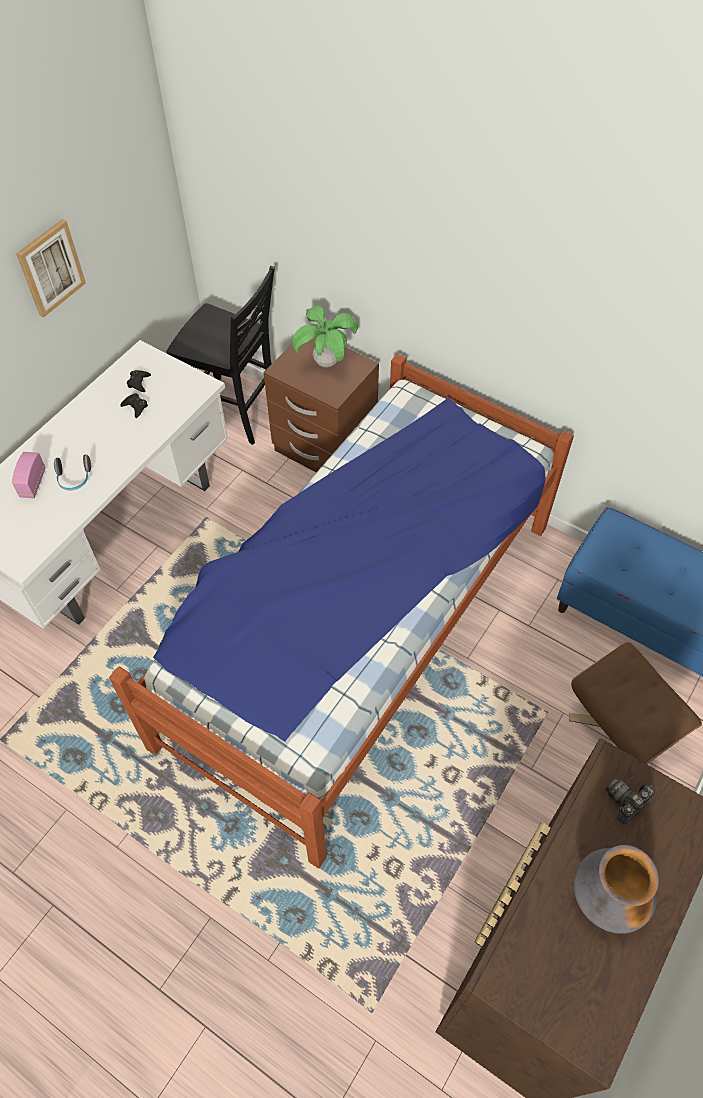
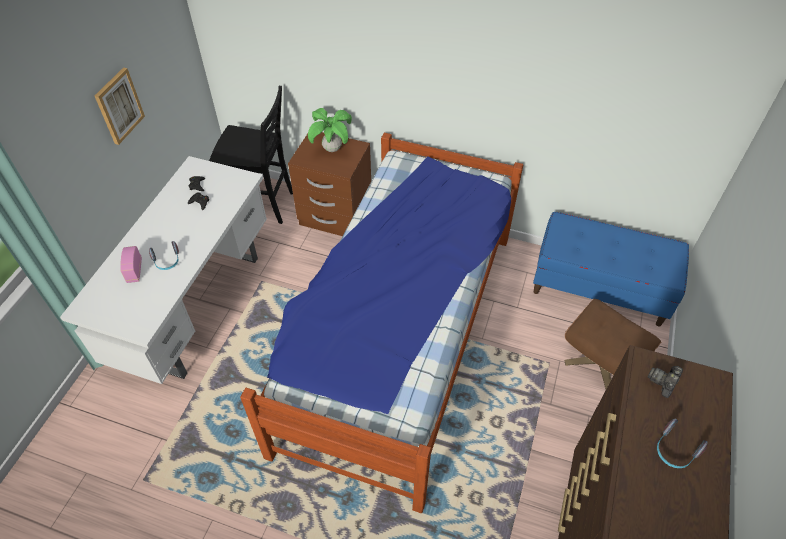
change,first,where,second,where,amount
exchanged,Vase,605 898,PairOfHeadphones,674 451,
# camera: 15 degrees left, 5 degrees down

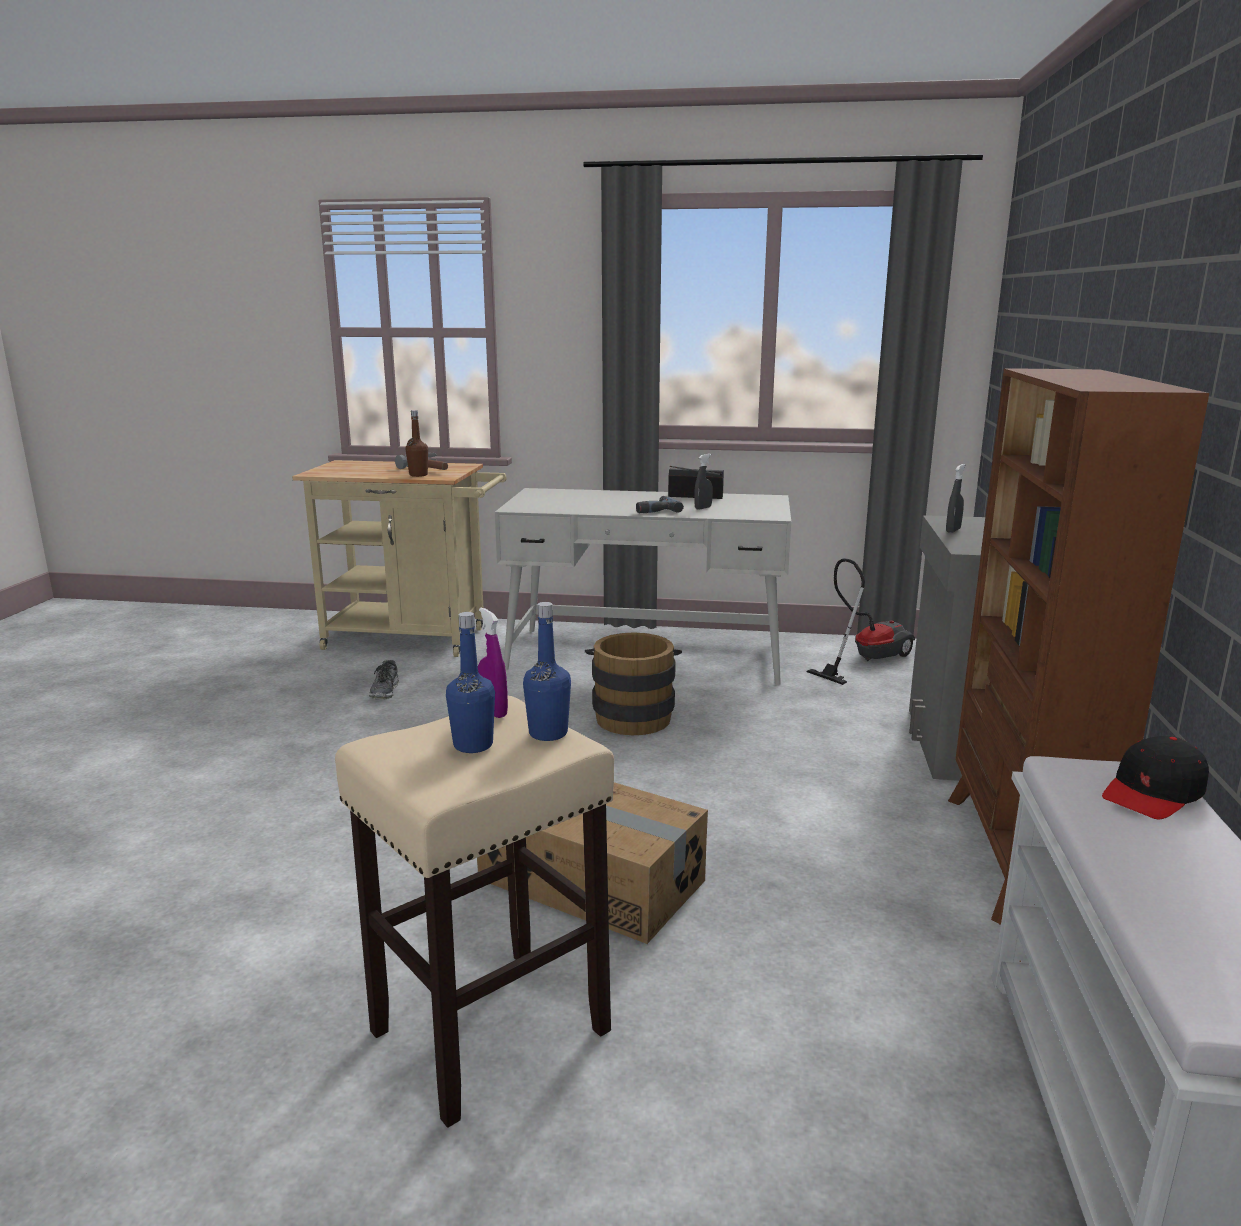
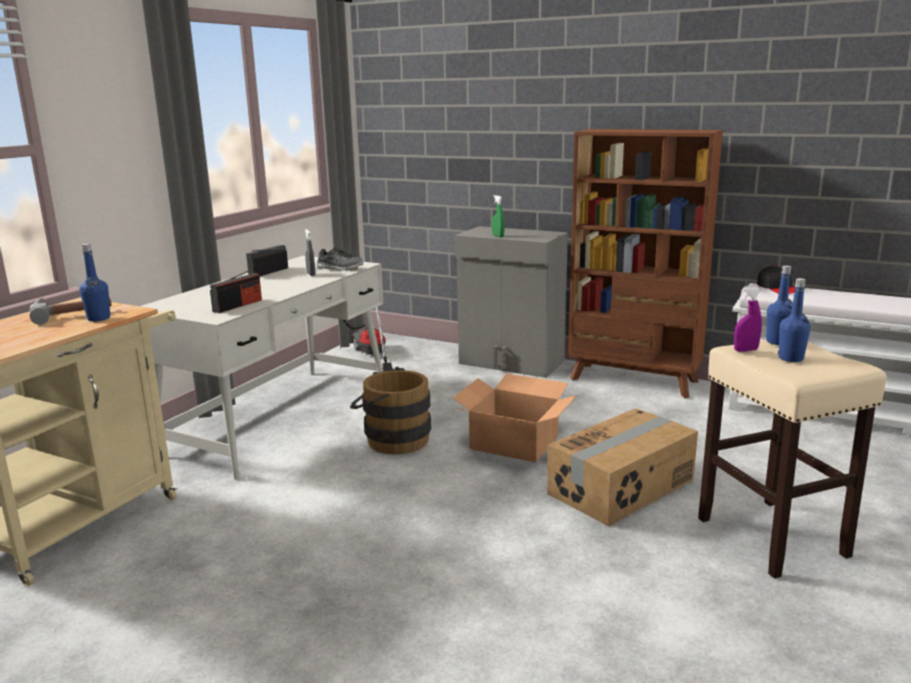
change,first,where,second,where,amount
missing,Drill,655 510,,,
appeared,,,RadioReceiver,238 305,
appeared,,,Carton,514 442,
relocated,LowShoe,385 691,,340 269,
colour,BrownBottle,418 475,BluishBottle,99 318,
colour,GraySprayBottle,953 530,GreenColouredSprayBottle,498 236,
# camera: 70 degrees left, 0 degrees up

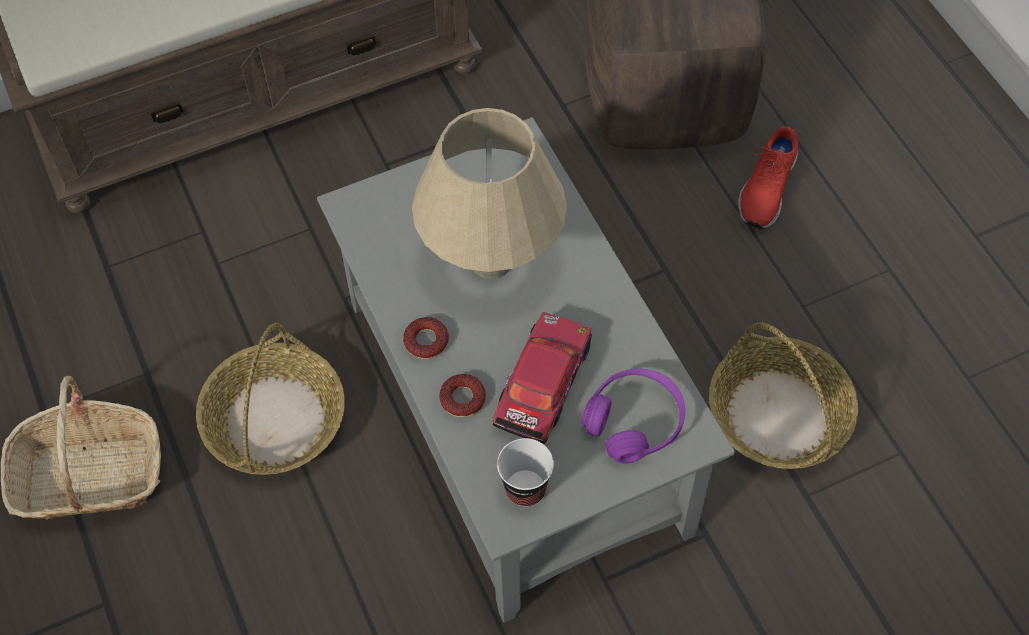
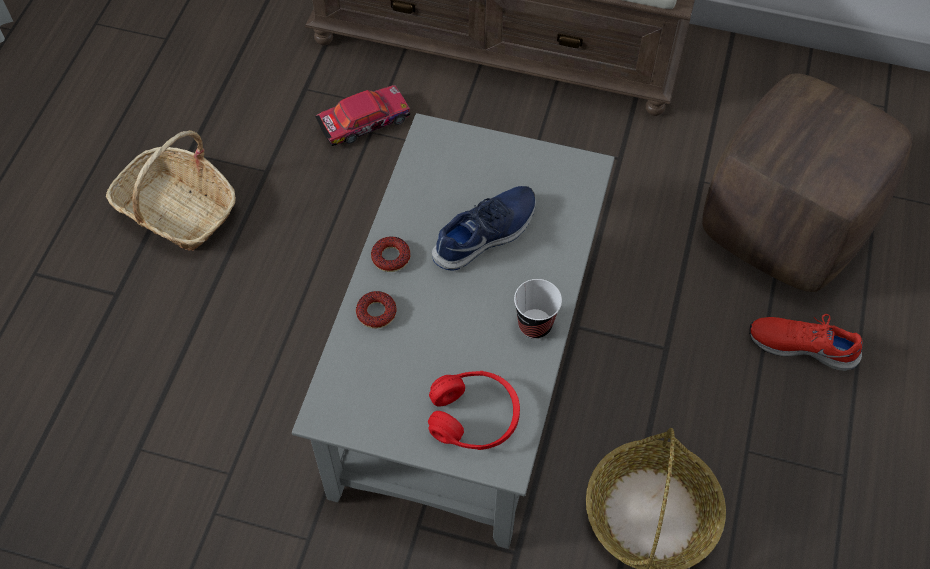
change,first,where,second,where,amount
missing,HouseholdBasket,275 419,,,
relocated,ModelCar,541 385,,363 122,
relocated,DrinkingCup,525 489,,535 325,
exchanged,BeigeTableLamp,491 260,BluishLowShoe,486 234,
colour,PurplishPairOfHeadphones,634 422,RedPairOfHeadphones,473 417,
spun,RedLowShoe,766 188,,802 345,45 degrees clockwise
# camera: 40 degrees right, 0 degrees up

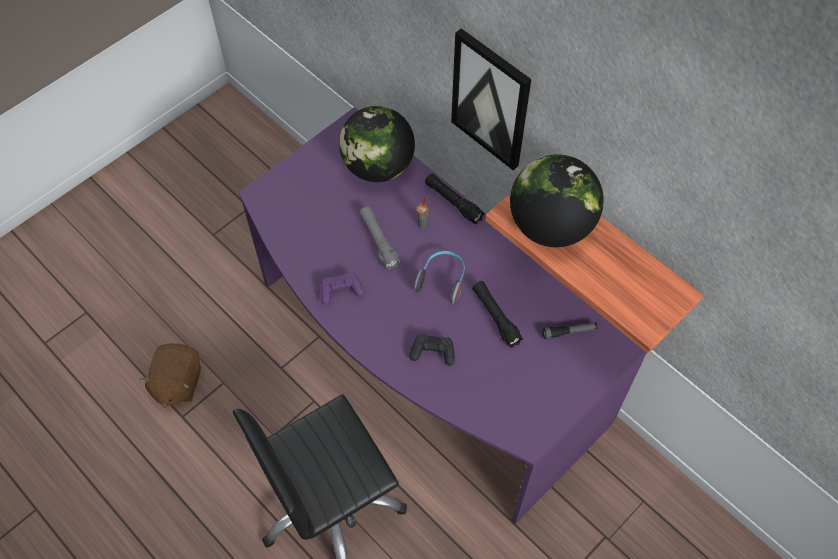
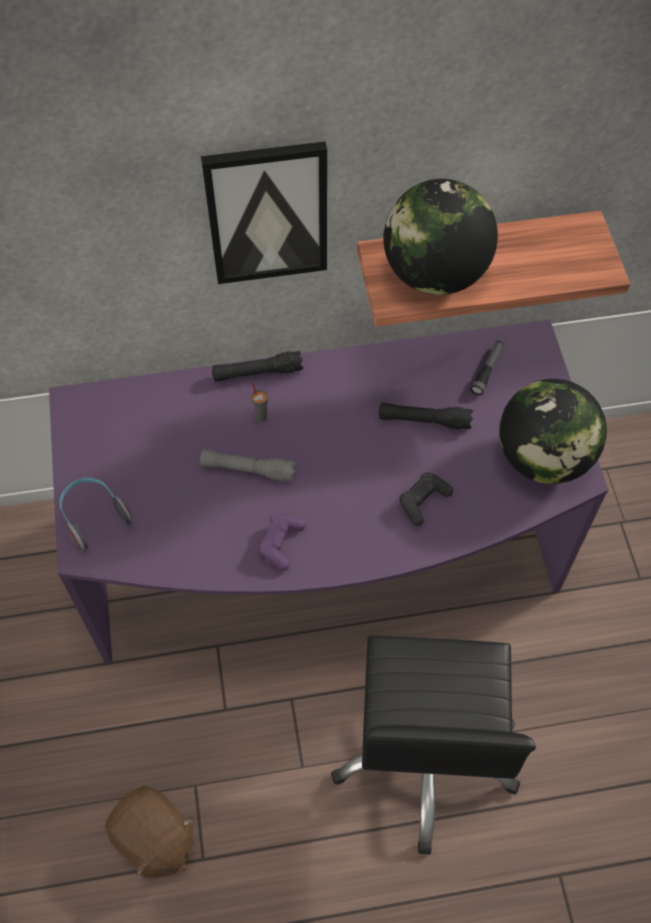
change,first,where,second,where,amount
relocated,Globe,378 167,,543 457,
relocated,PairOfHeadphones,442 280,,93 515,
# camera: 55 degrees left, 0 degrees up

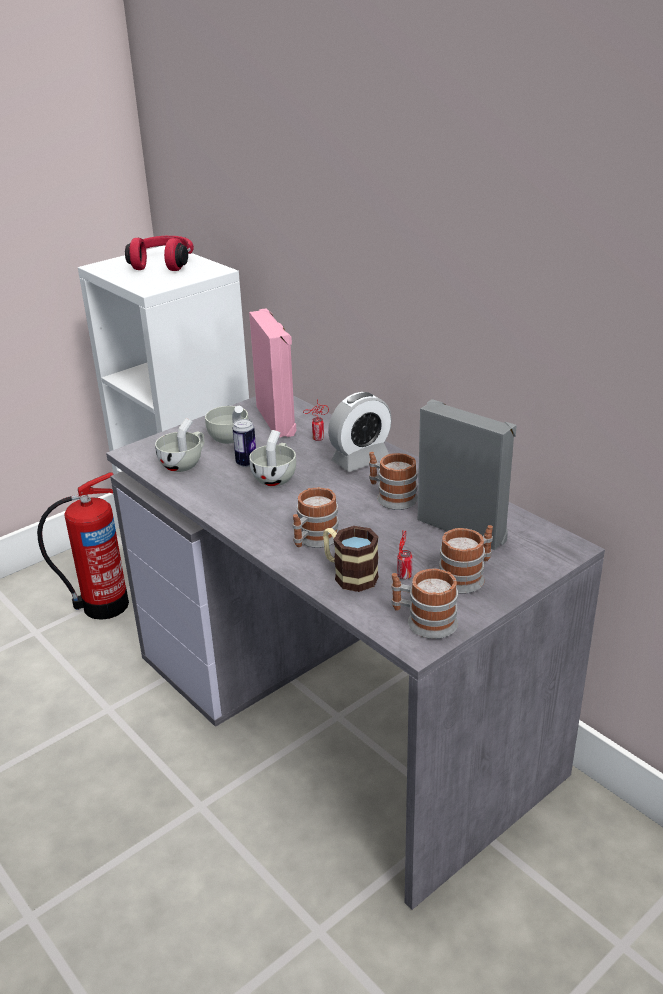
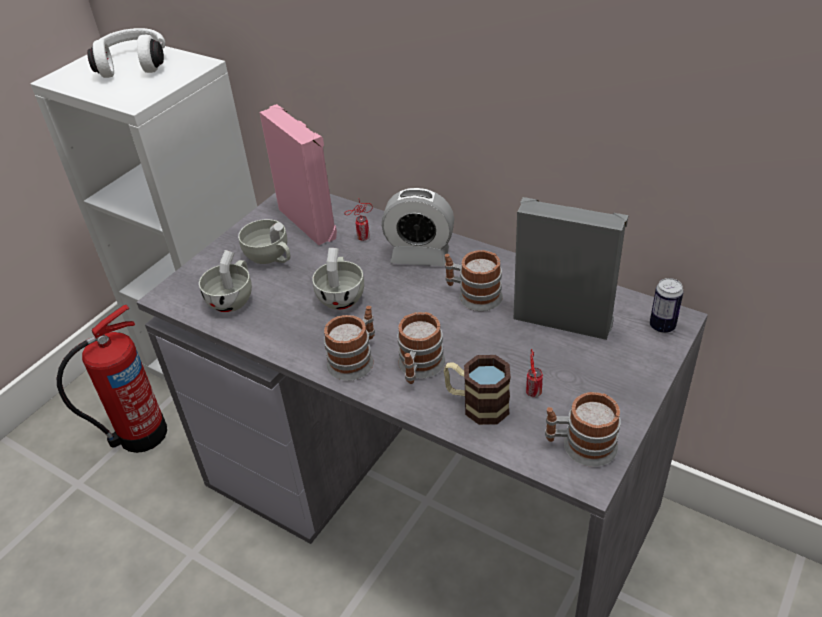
change,first,where,second,where,amount
relocated,SealedCan,246 463,,662 326,
relocated,CoffeeMug,466 576,,355 359,
colour,RedPairOfHeadphones,163 264,WhitePairOfHeadphones,133 64,
spun,TableClock,360 460,,420 256,60 degrees clockwise
# camera: 15 degrees left, 10 degrees up

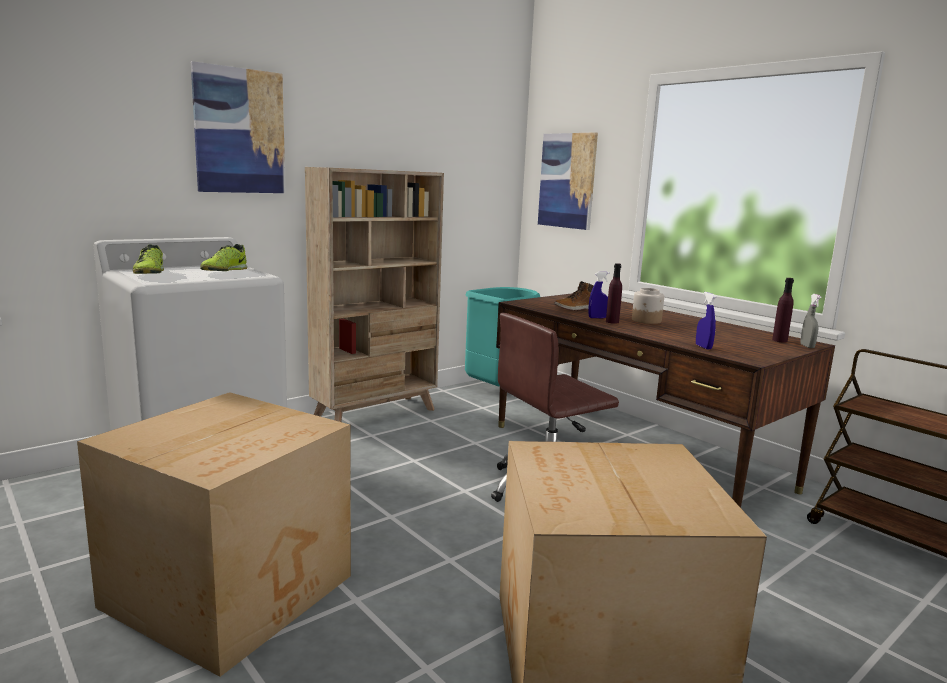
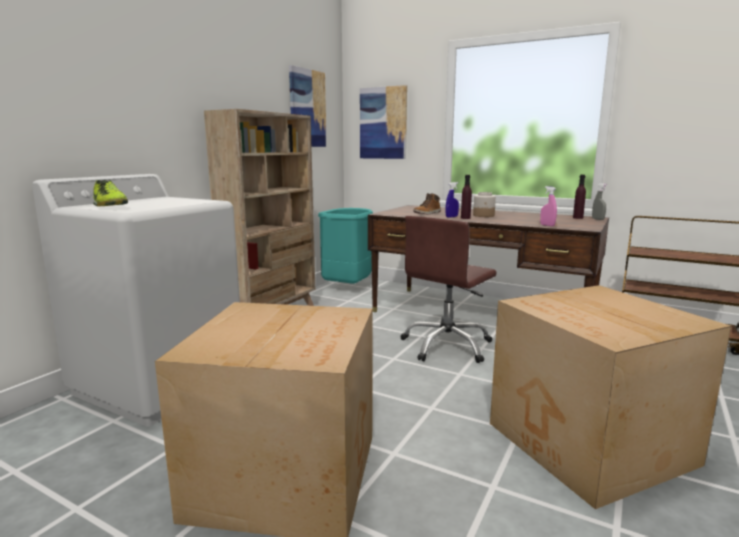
change,first,where,second,where,amount
missing,LowShoe,224 271,,,
relocated,WallPicture,239 131,,307 108,
colour,BluishSprayBottle,703 347,PinkishSprayBottle,547 225,
# camera: 20 degrees left, 0 degrees up

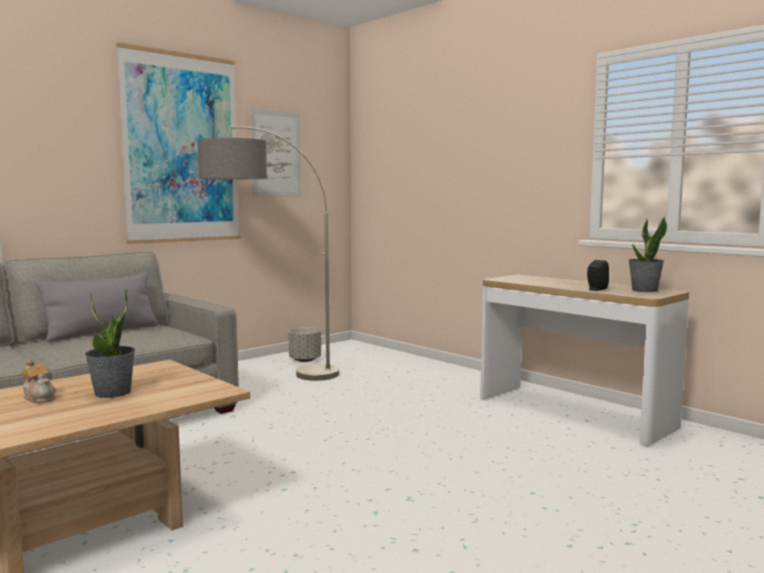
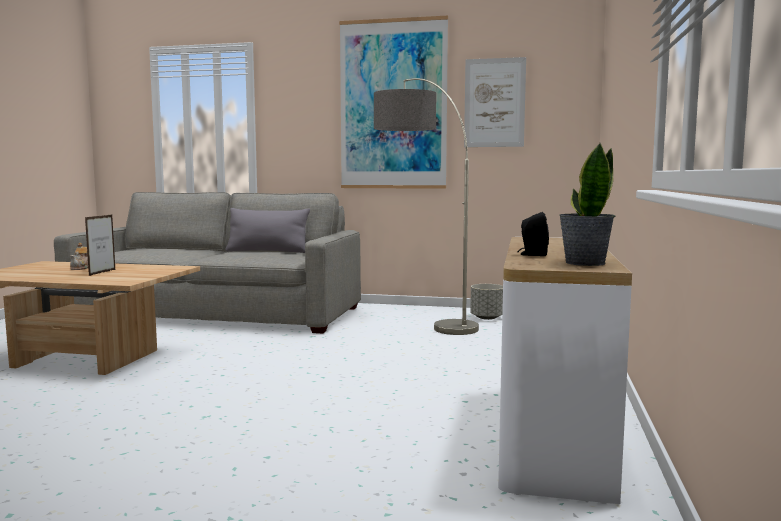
change,first,where,second,where,amount
exchanged,PlantInAPot,113 393,PhotoFrame,102 272,
# camera: 55 degrees right, 0 degrees up

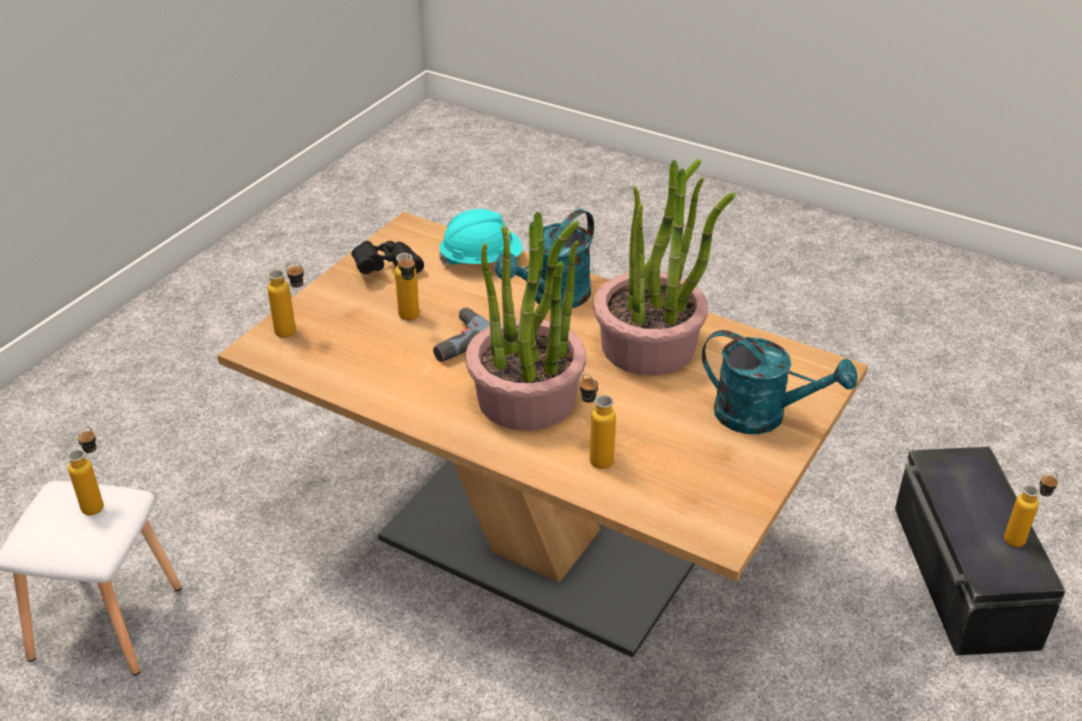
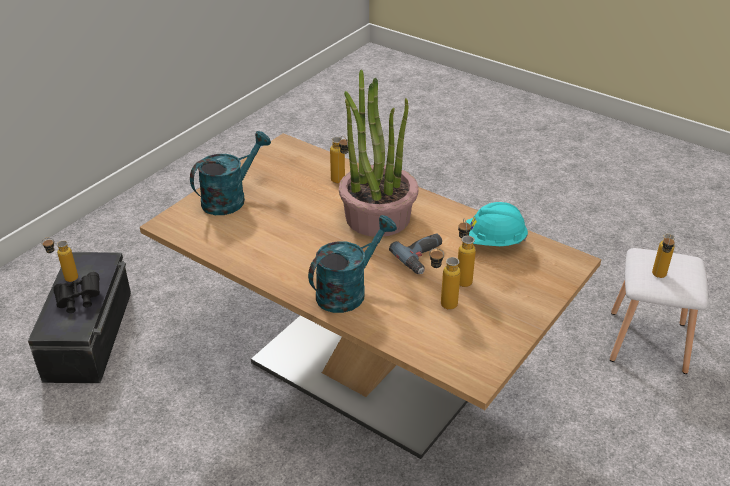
change,first,where,second,where,amount
missing,PlantInAPot,649 346,,,
relocated,Bottle,294 333,,441 303,
relocated,BlackColouredFieldGlasses,386 268,,79 300,
relocated,TurquoiseColouredSafetyHelmet,481 260,,493 242,
spun,TurquoiseColouredWateringPot,763 416,,230 198,105 degrees clockwise
# camera: 175 degrees left, 0 degrees up

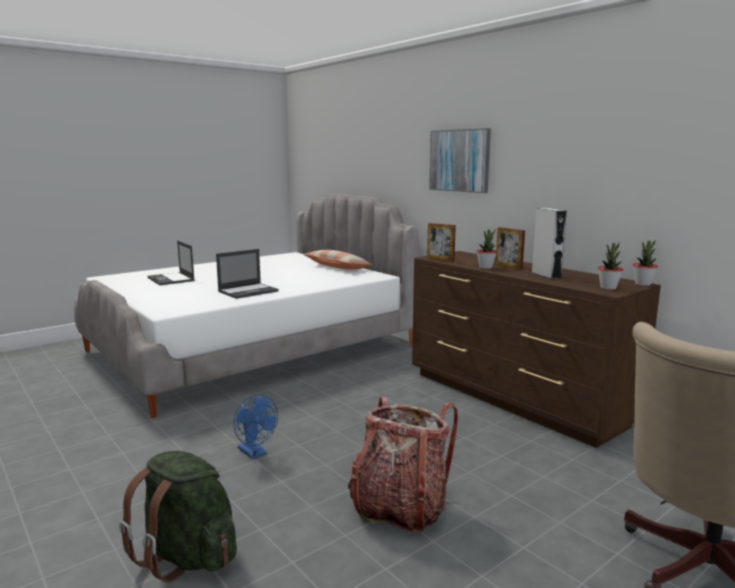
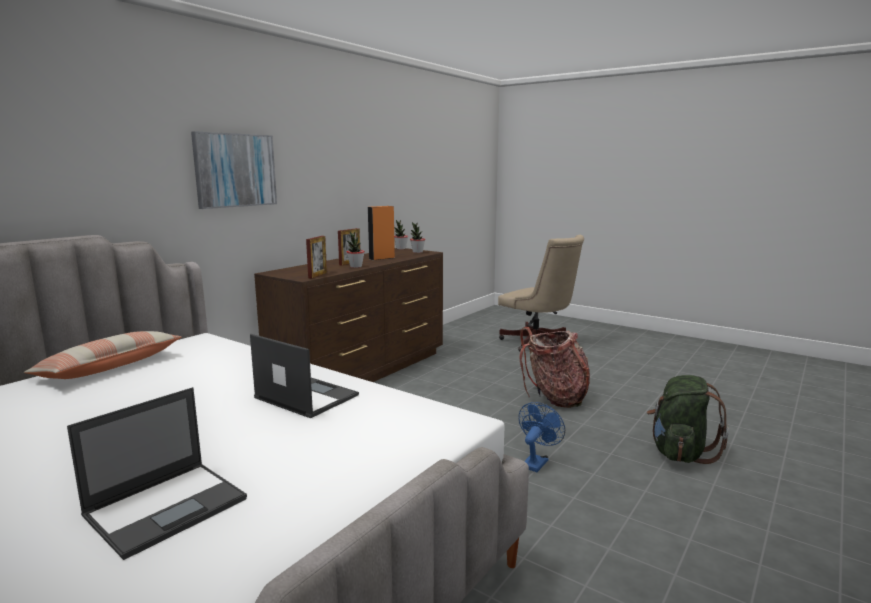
change,first,where,second,where,amount
colour,GrayLoudspeaker,546 275,OrangeColouredLoudspeaker,382 258,
# camera: 105 degrees left, 0 degrees up

